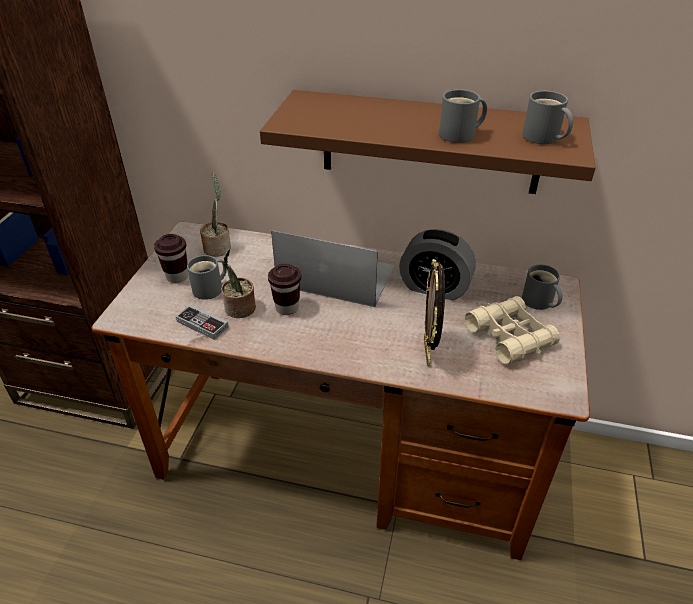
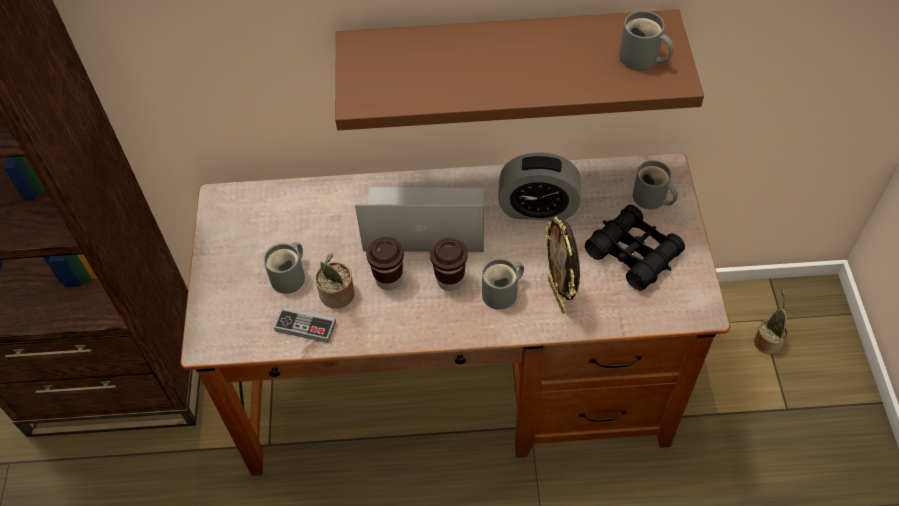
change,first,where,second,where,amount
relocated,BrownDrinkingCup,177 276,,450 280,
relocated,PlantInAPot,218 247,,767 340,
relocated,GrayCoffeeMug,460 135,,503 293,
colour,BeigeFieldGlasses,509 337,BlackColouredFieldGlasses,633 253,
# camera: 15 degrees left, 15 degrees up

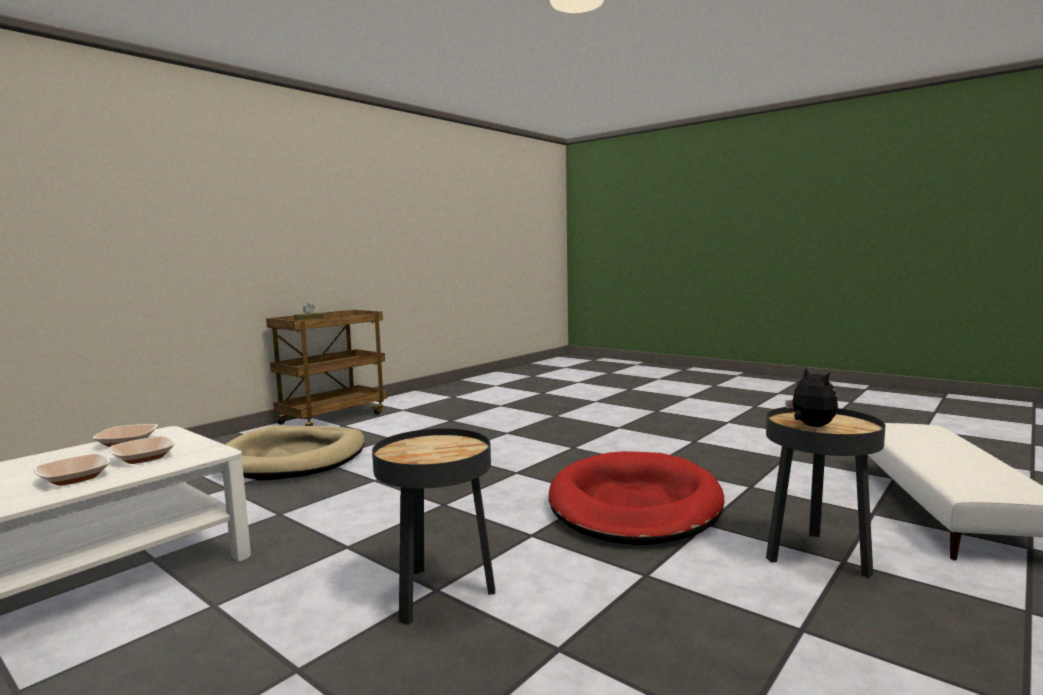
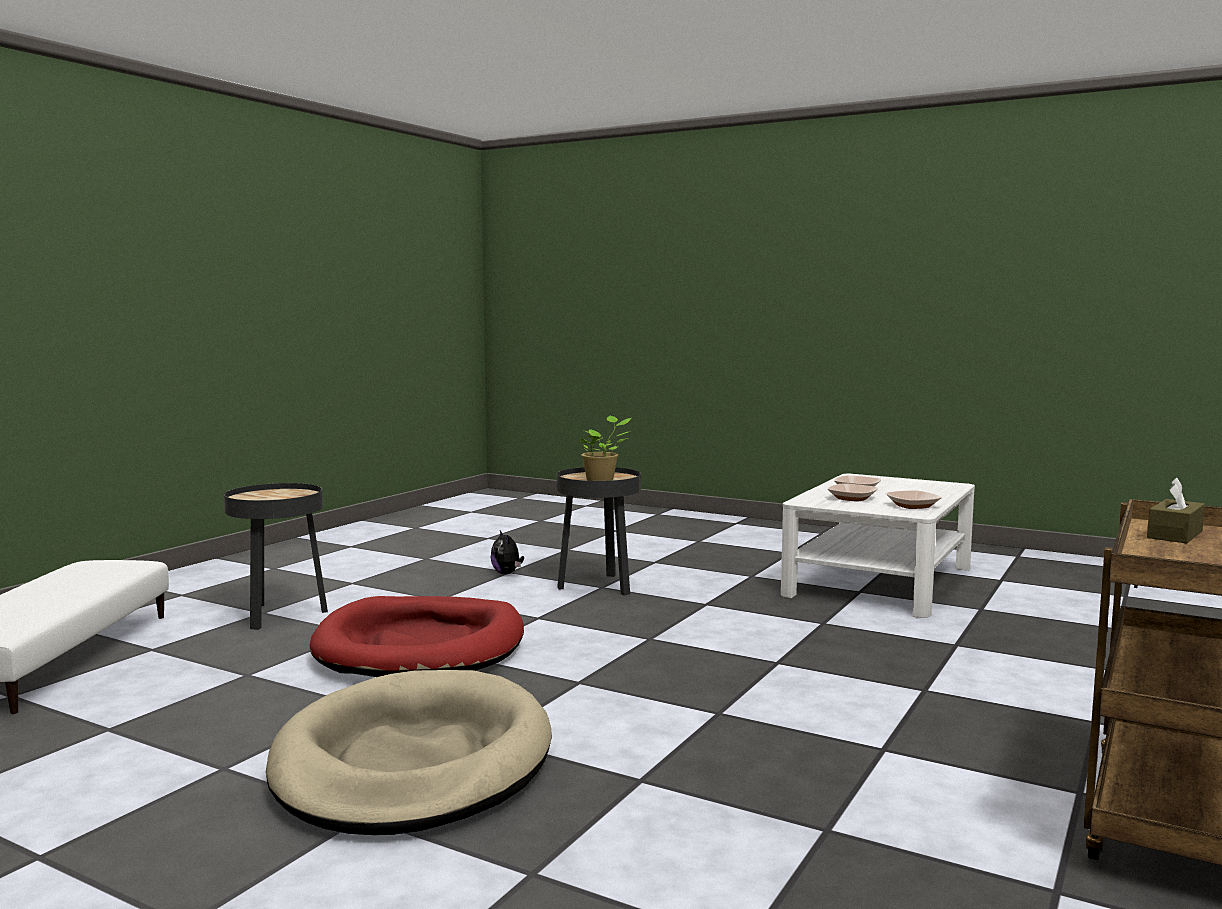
change,first,where,second,where,amount
appeared,,,PlantInAPot,602 480,
relocated,BeigeDogCushion,294 458,,413 762,
relocated,CuddlyToy,810 426,,507 573,
# camera: 170 degrees right, 0 degrees up

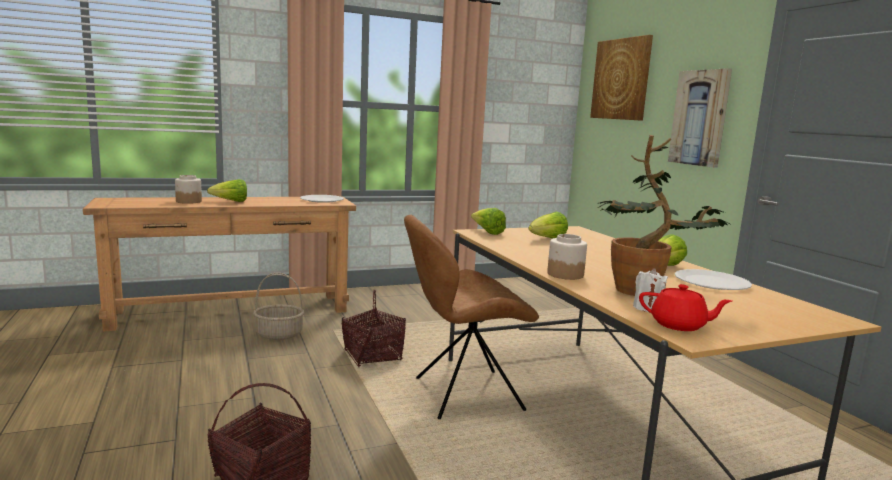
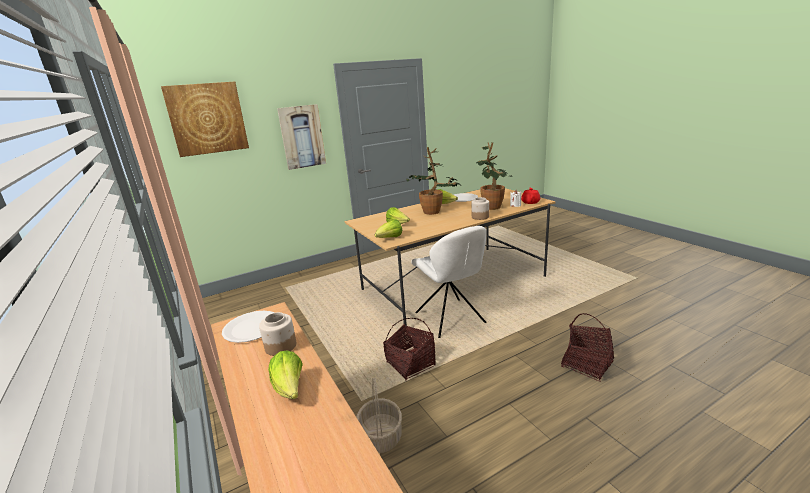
change,first,where,second,where,amount
appeared,,,PlantInAPot,434 213,
relocated,StorageJar,188 201,,280 346,
colour,BrownPlainChair,463 394,WhitePlainChair,451 319,
# camera: 95 degrees left, 10 degrees up

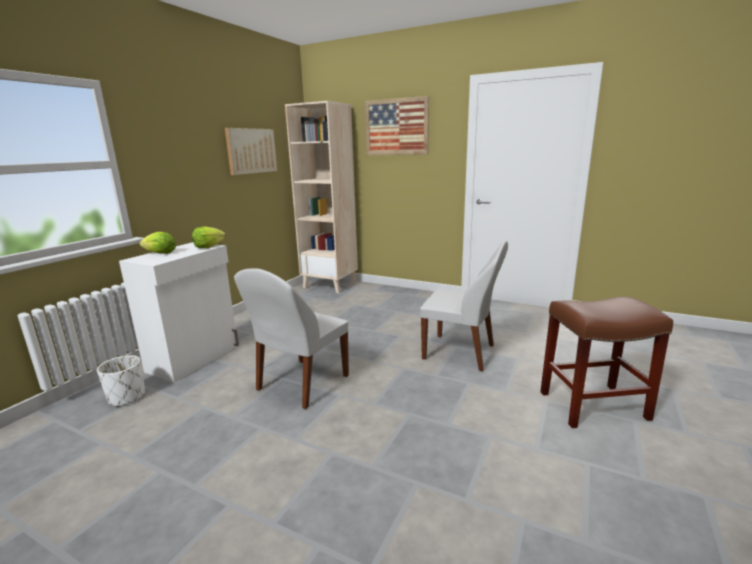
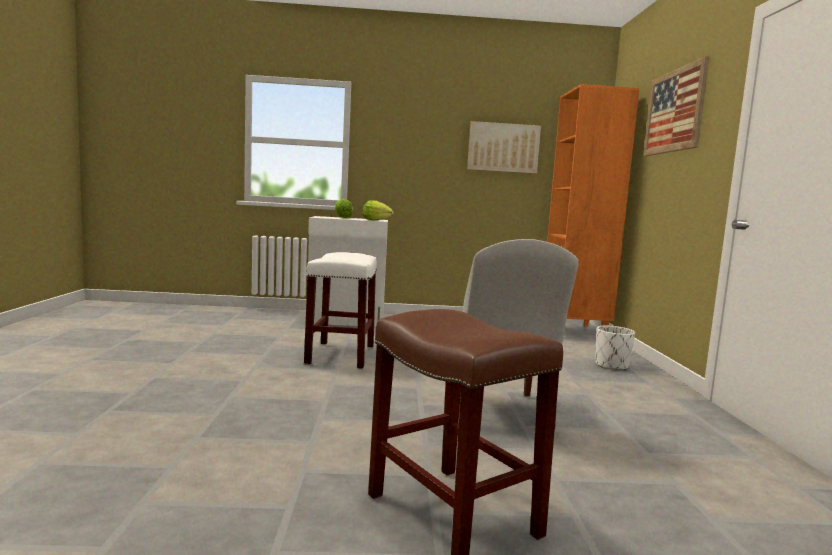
change,first,where,second,where,amount
relocated,WhitePlantPot,126 397,,611 365,
exchanged,WhitePlainChair,301 384,WhiteSittingStool,340 355,
colour,BeigeShelvingUnit,330 285,OrangeColouredShelvingUnit,574 331,
# camera: 60 degrees right, 10 degrees down

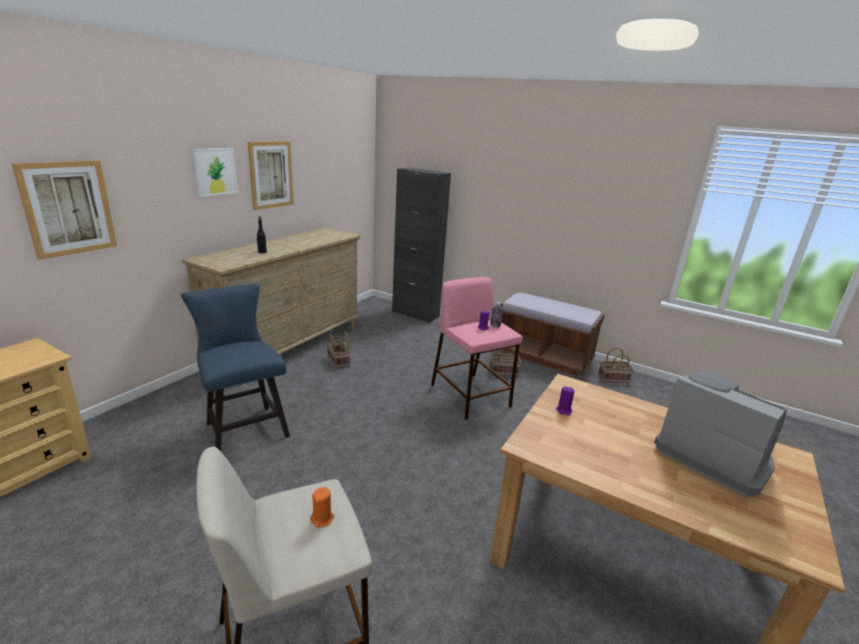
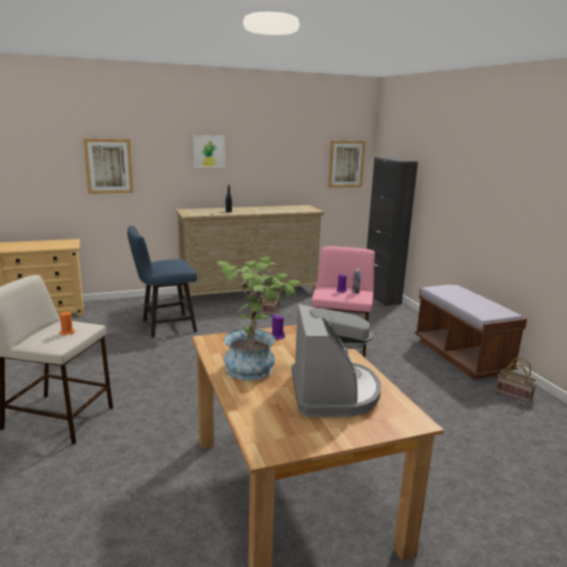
change,first,where,second,where,amount
missing,HouseholdBasket,504 372,,,
appeared,,,PlantInAPot,255 366,
relocated,WallPicture,271 175,,346 164,
spun,BluishPlainChair,244 427,,164 326,120 degrees counterclockwise
# camera: 40 degrees right, 5 degrees down

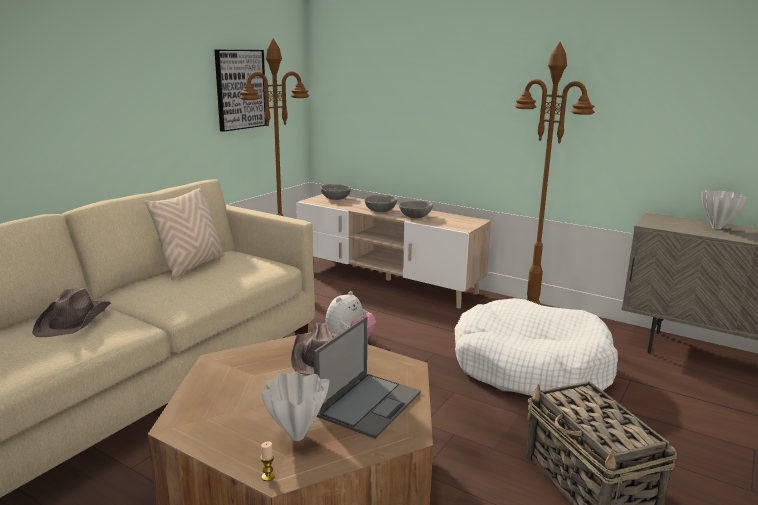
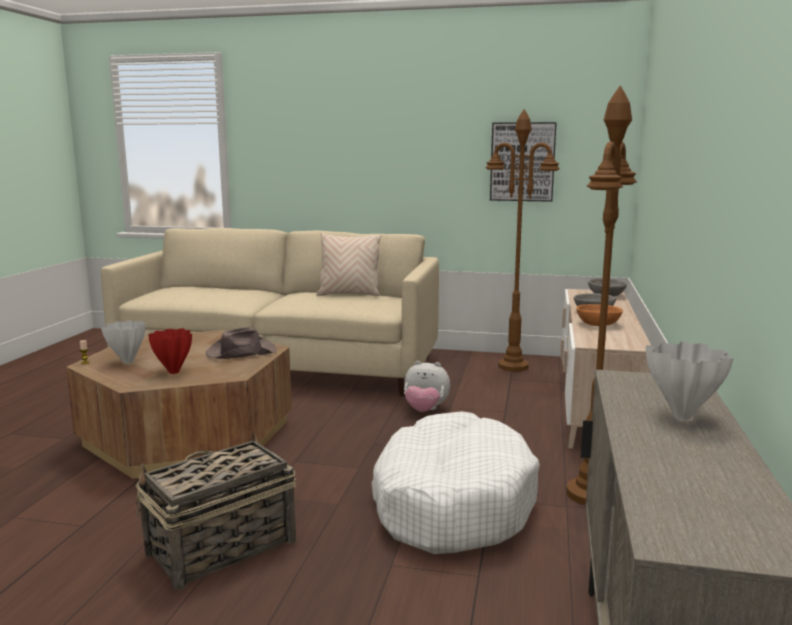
change,first,where,second,where,amount
missing,BrownHat,74 320,,,
exchanged,PortableComputer,369 403,RedVase,173 372,
colour,GrayServingBowl,415 216,OrangeColouredServingBowl,597 324,
# camera: 70 degrees right, 5 degrees down

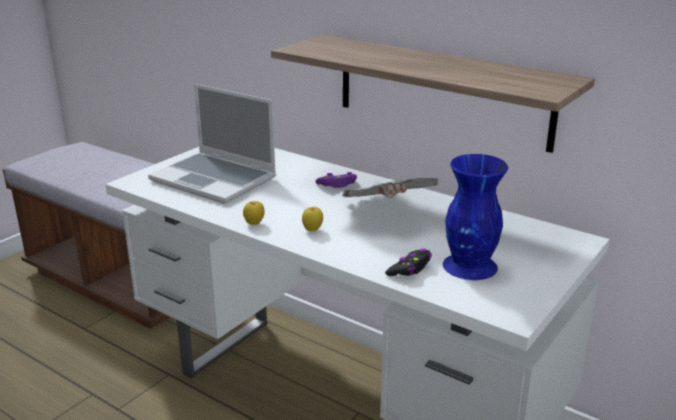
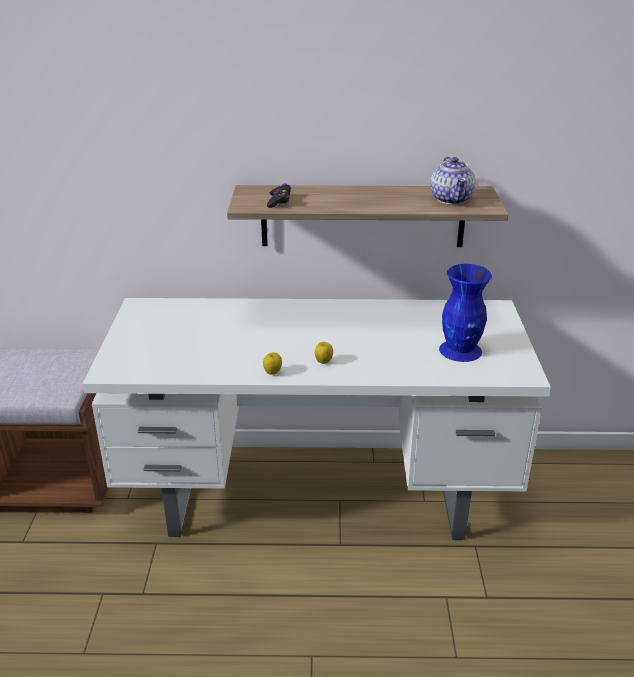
change,first,where,second,where,amount
missing,PortableComputer,215 179,,,
missing,PurplishGamepad,337 185,,,
missing,Newspaper,388 213,,,
appeared,,,PotForTea,452 199,
relocated,BlackColouredGamepad,410 269,,279 201,
# camera: 35 degrees left, 5 degrees up

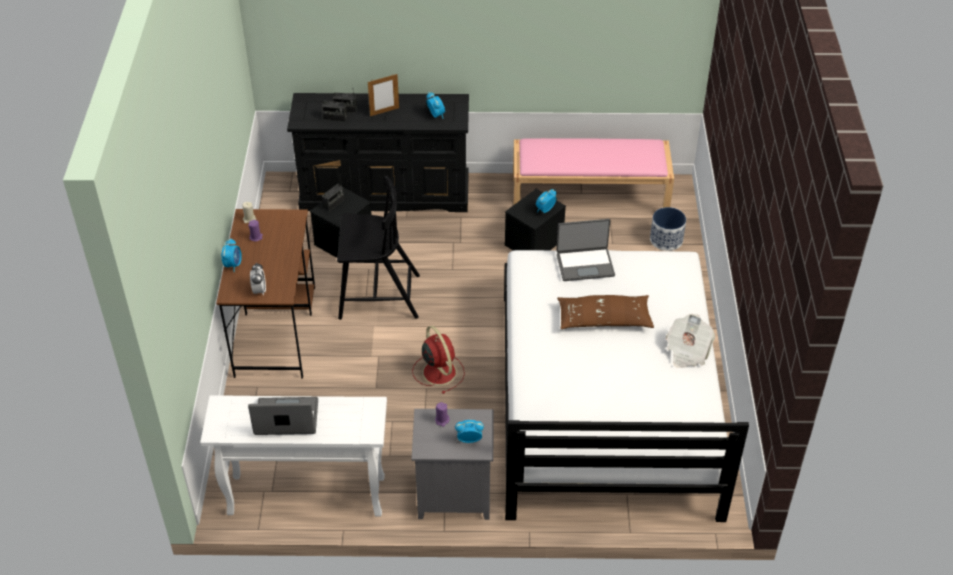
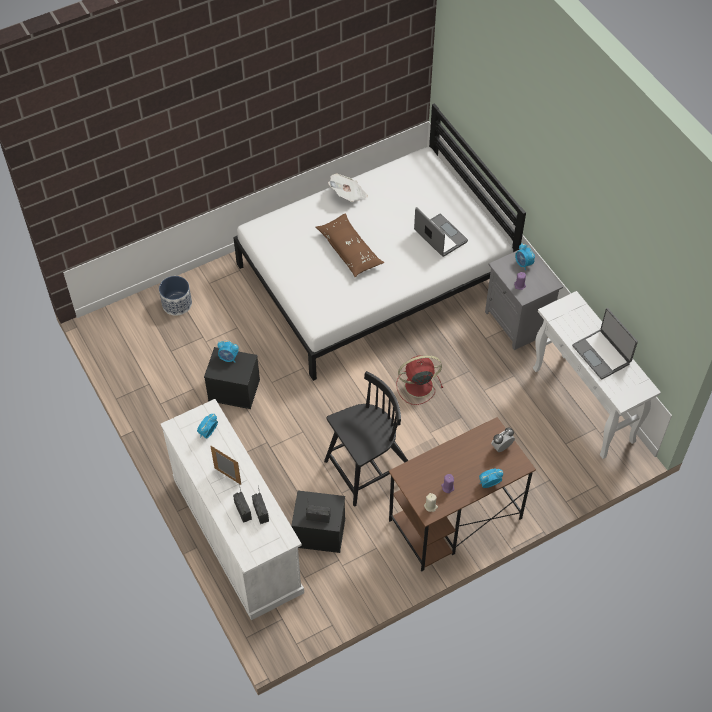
change,first,where,second,where,amount
missing,PinkishLongSeat,590 195,,,
relocated,PortableComputer,585 264,,439 236,
colour,BlackColouredDrawerChest,386 193,WhiteDrawerChest,236 534,
spun,BlackColouredPlainChair,377 296,,369 468,90 degrees clockwise
spun,RedElectricFan,438 371,,417 385,45 degrees clockwise
# camera: 120 degrees left, 10 degrees up

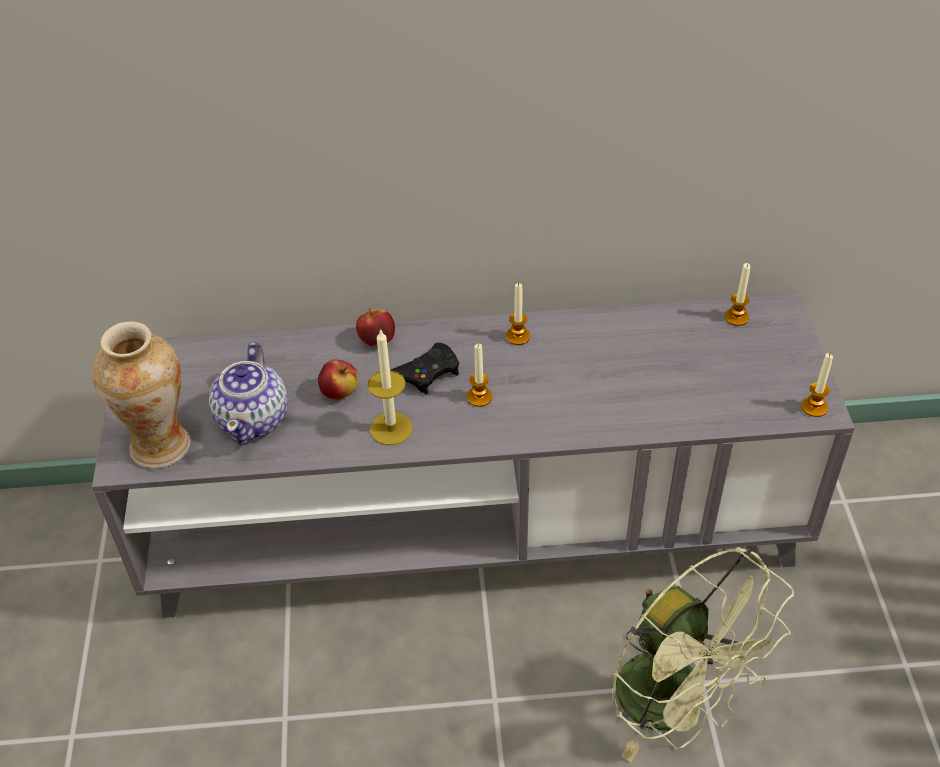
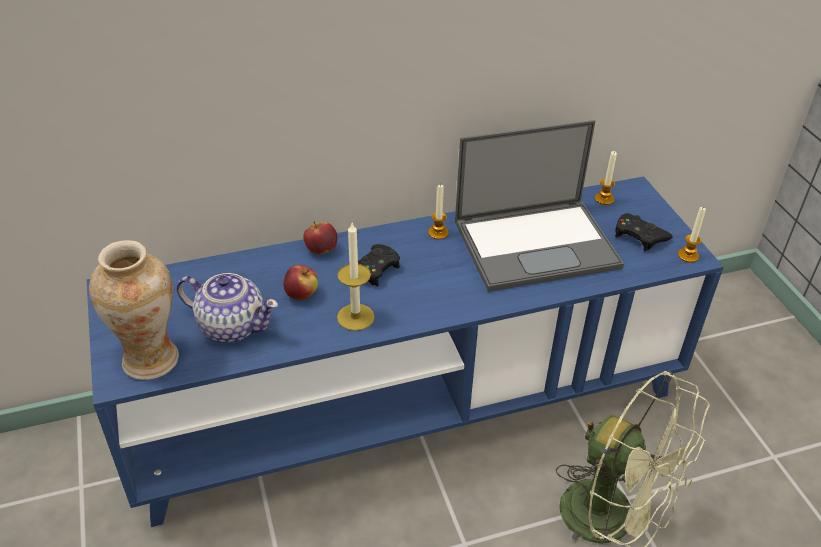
change,first,where,second,where,amount
missing,WaxCandle,479 397,,,
appeared,,,PortableComputer,537 243,
appeared,,,BlackColouredGamepad,639 236,
colour,GrayTvStand,474 528,BluishTvStand,407 406,
spun,PotForTea,254 419,,231 326,60 degrees counterclockwise
# camera: 15 degrees left, 5 degrees down

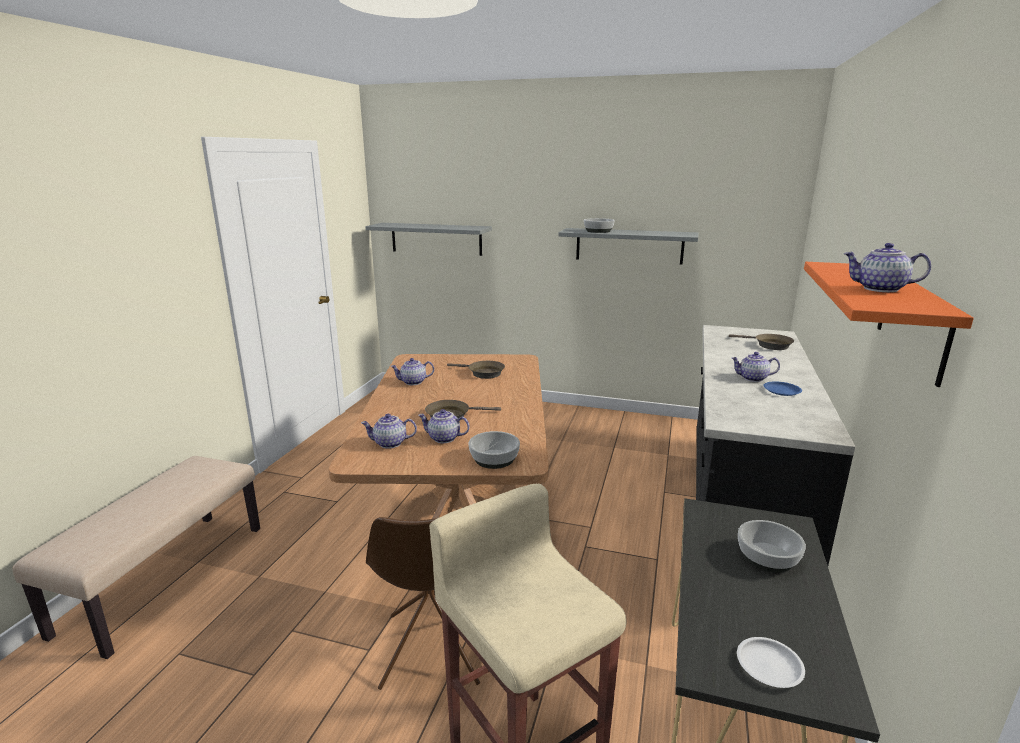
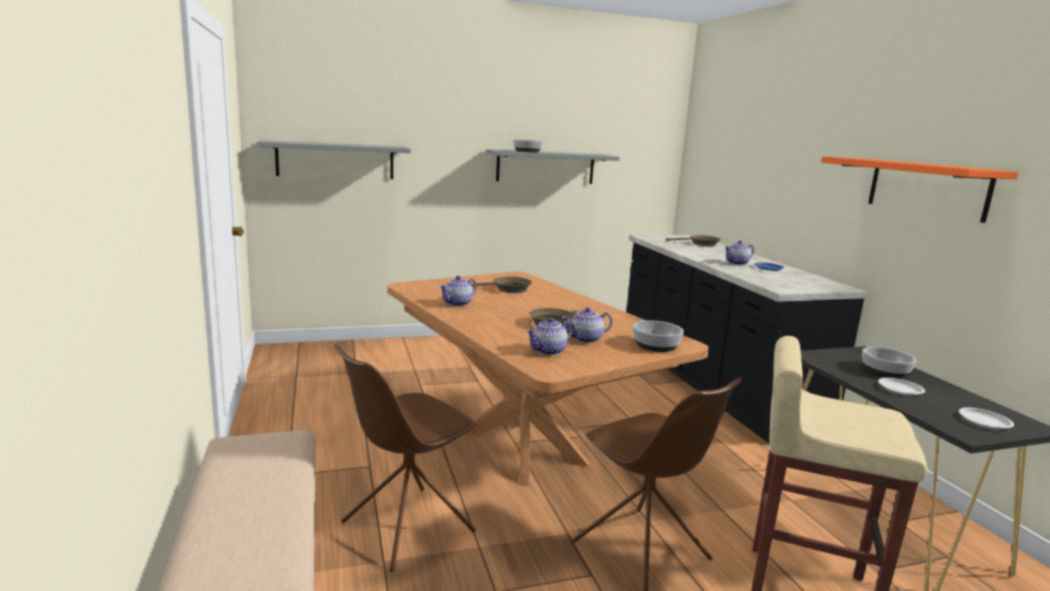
change,first,where,second,where,amount
missing,PotForTea,880 289,,,
appeared,,,BrownPlainChair,405 528,
appeared,,,WhiteFlatDish,900 389,
# camera: 35 degrees left, 5 degrees down

